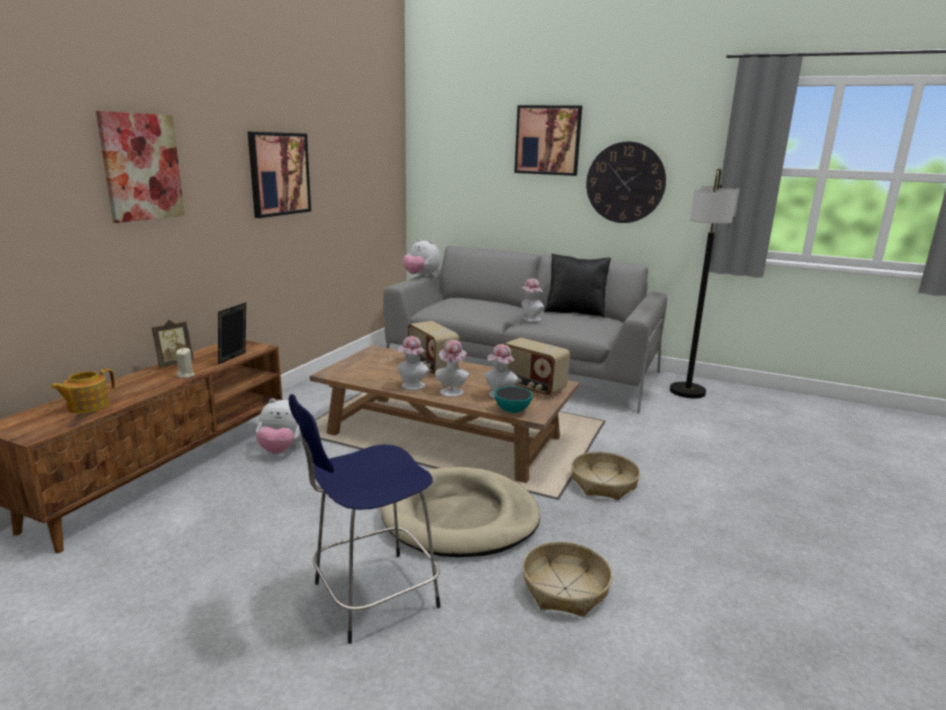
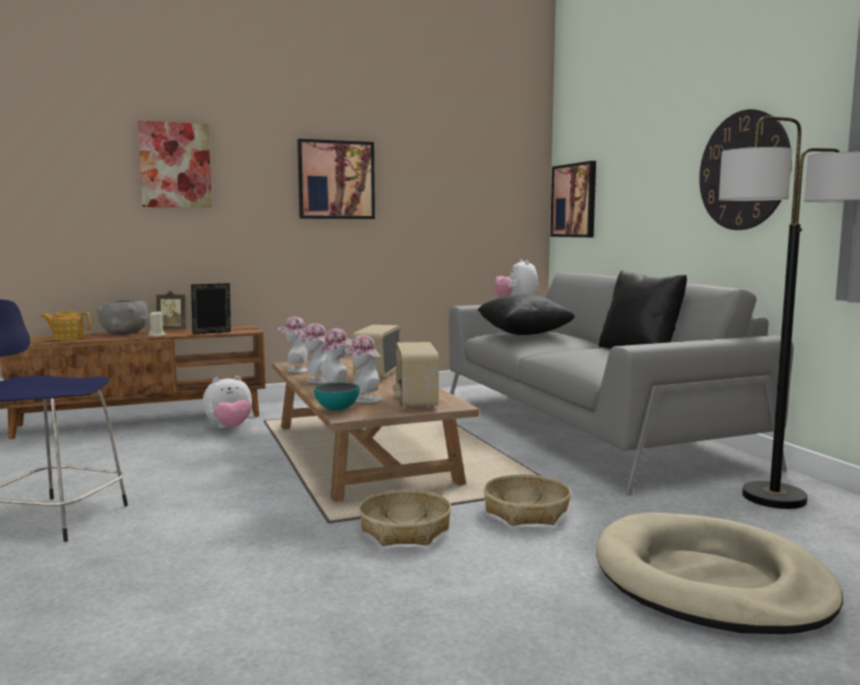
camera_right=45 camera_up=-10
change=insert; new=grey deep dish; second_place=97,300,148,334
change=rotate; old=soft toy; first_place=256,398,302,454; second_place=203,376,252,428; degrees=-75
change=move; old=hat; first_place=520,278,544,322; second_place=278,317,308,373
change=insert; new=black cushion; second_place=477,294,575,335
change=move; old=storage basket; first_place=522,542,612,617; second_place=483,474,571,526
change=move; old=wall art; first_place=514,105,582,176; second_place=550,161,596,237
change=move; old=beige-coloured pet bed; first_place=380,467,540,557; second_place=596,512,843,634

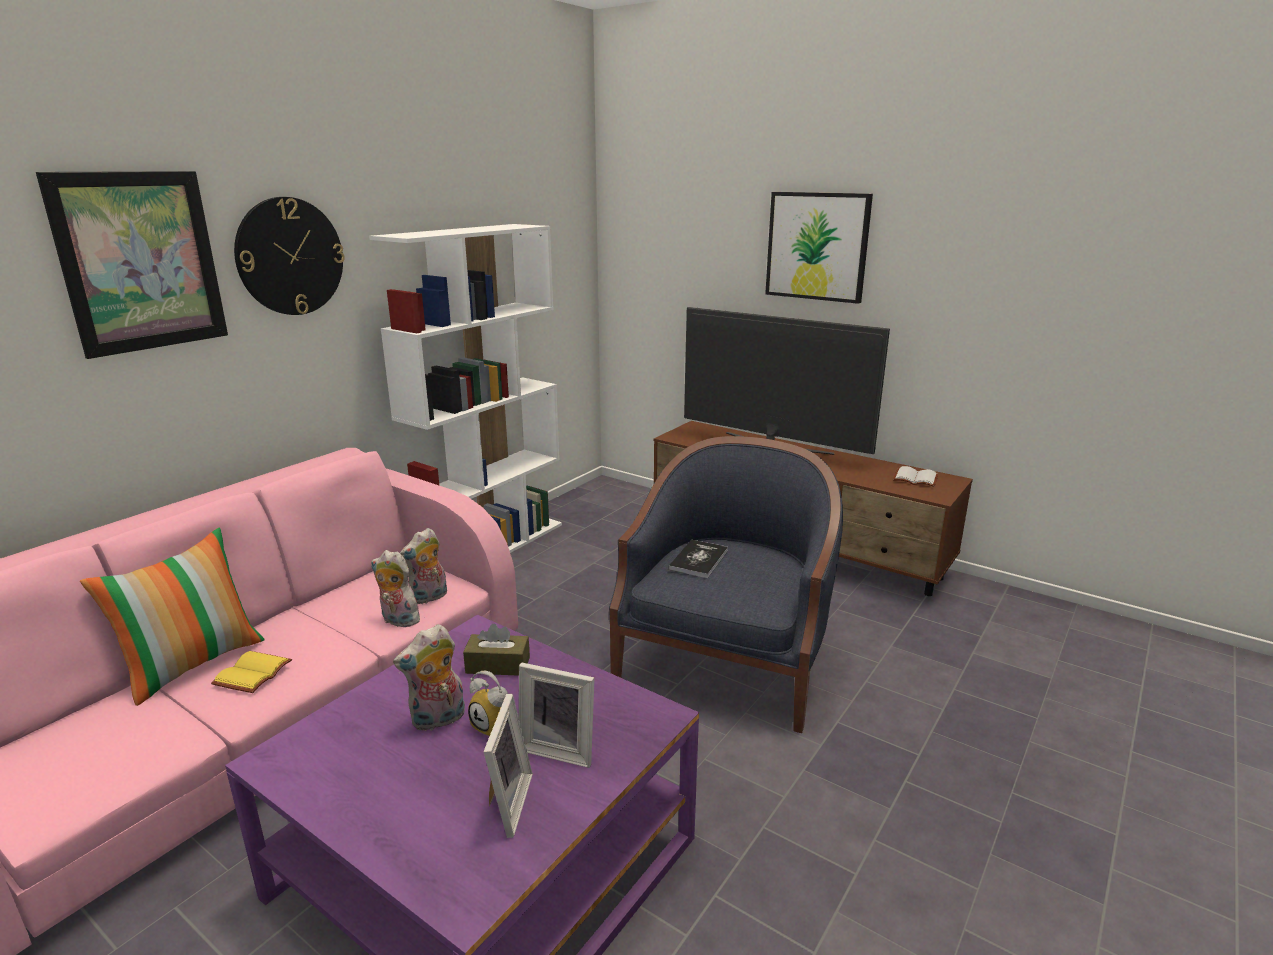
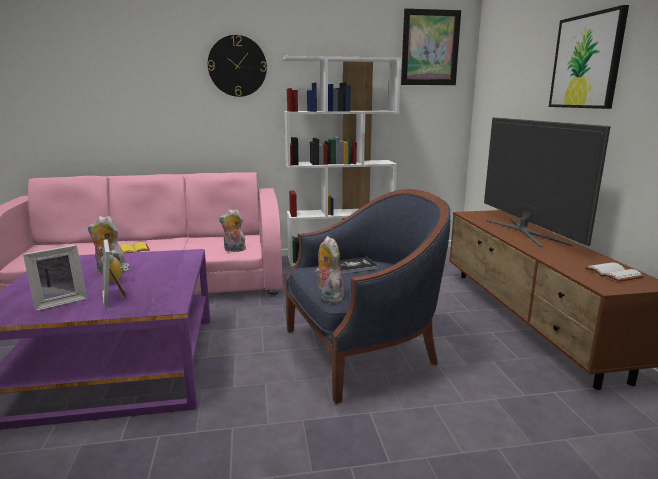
camera_right=45 camera_up=-5
change=move; old=soft toy; first_place=371,550,420,627; second_place=315,236,344,303
change=move; old=wall art; first_place=36,171,228,359; second_place=401,8,461,85
change=delete; old=cushion; first_place=80,528,264,706
change=delete; old=brown tissue box; first_place=463,623,530,676

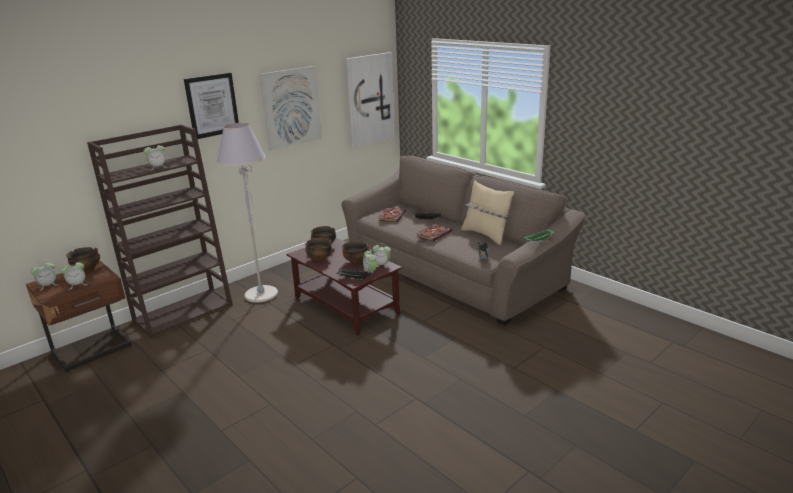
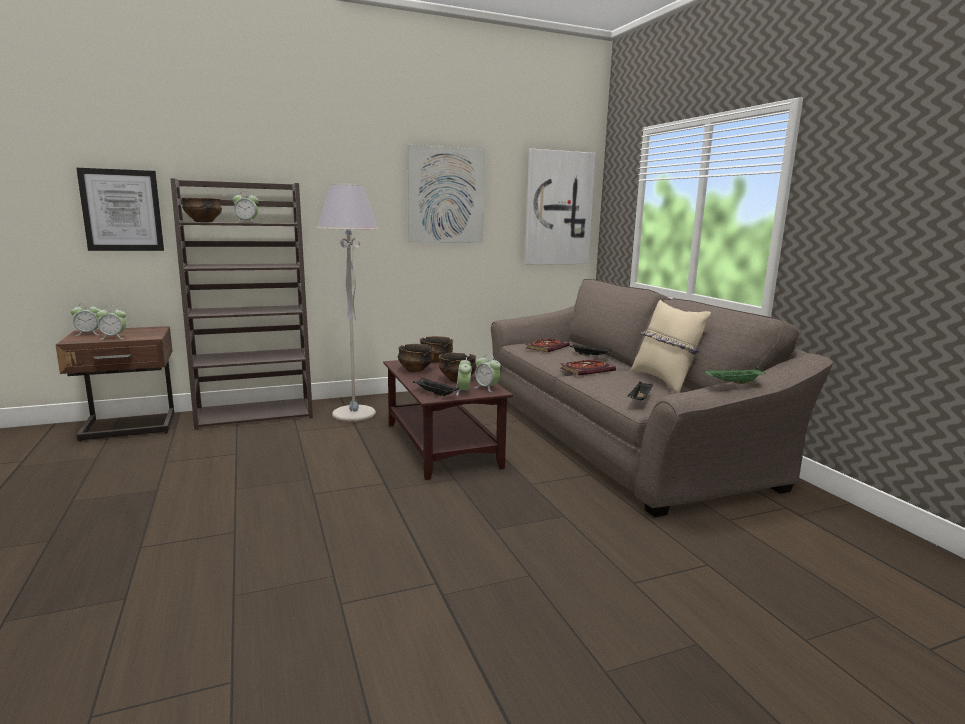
camera_right=20 camera_up=-10
change=move; old=wall art; first_place=184,73,239,139; second_place=76,168,164,251
change=move; old=deep dish; first_place=66,247,100,272; second_place=182,198,222,222

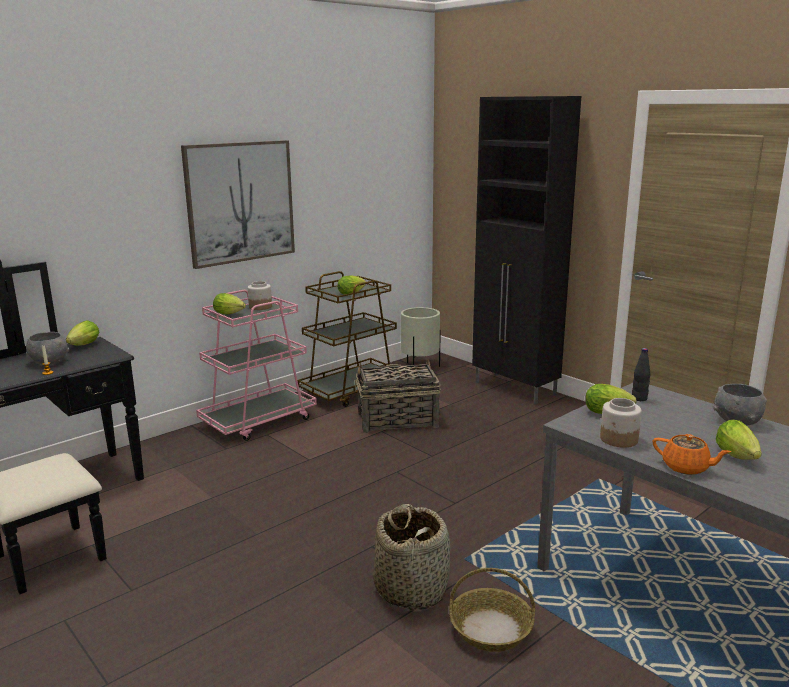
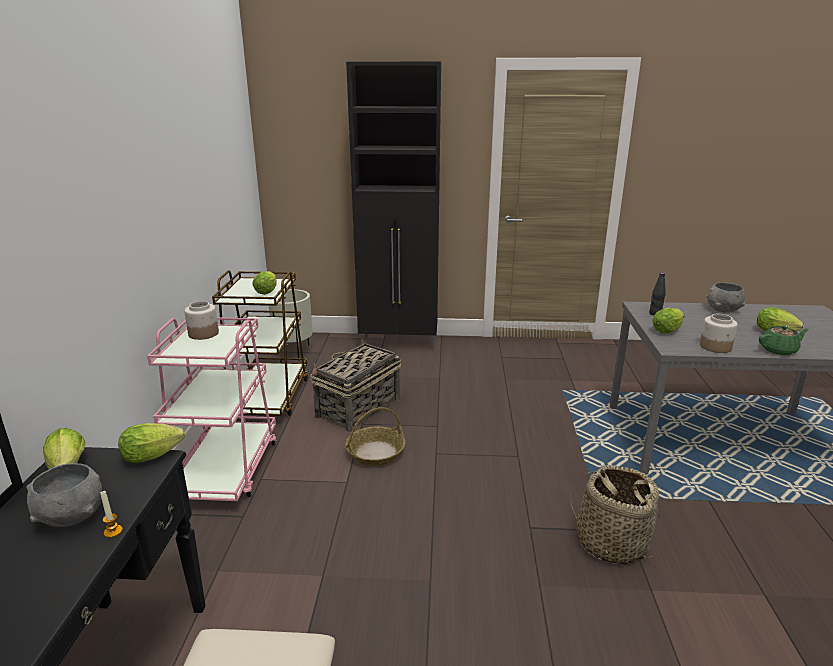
camera_right=-45 camera_up=5
change=move; old=head of lettuce; first_place=213,293,246,315; second_place=118,423,185,463
change=move; old=storage basket; first_place=449,568,535,652; second_place=345,407,405,466
change=recolor; old=orange-coloured teapot; new=greenish teapot; first_place=653,434,731,475; second_place=759,325,809,355
change=delete; old=wall art; first_place=181,140,295,269

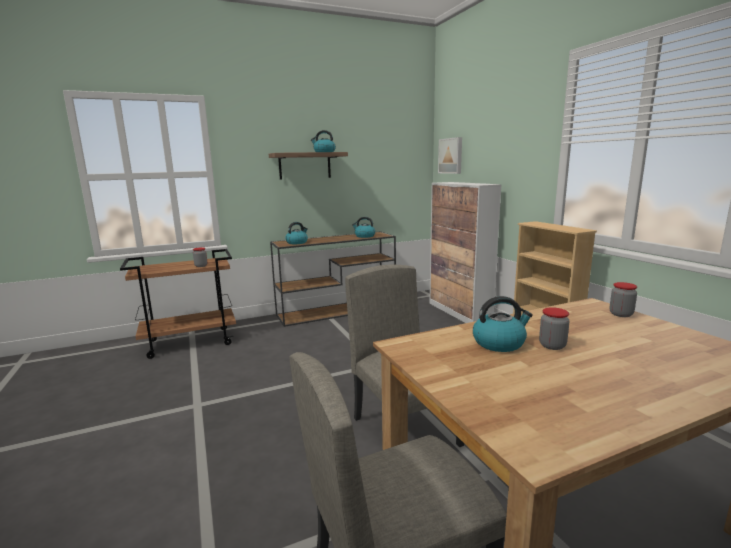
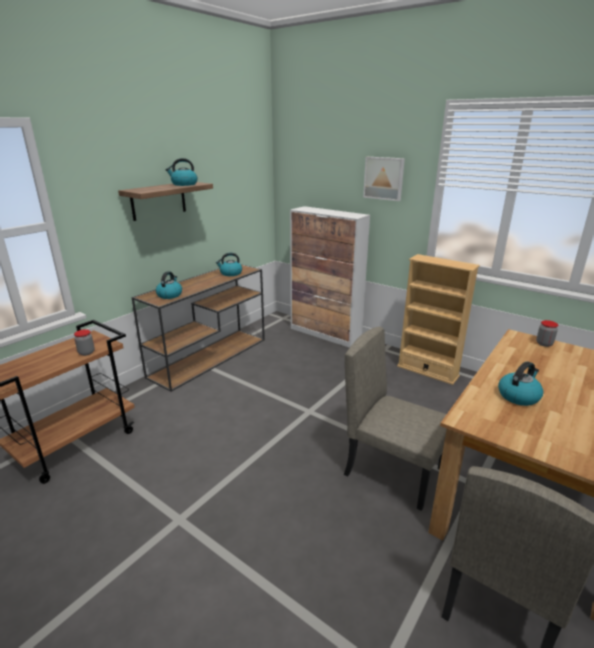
camera_right=-30 camera_up=10
change=move; old=wall art; first_place=438,137,462,174; second_place=363,157,405,201
change=delete; old=preserve jar; first_place=539,307,570,350

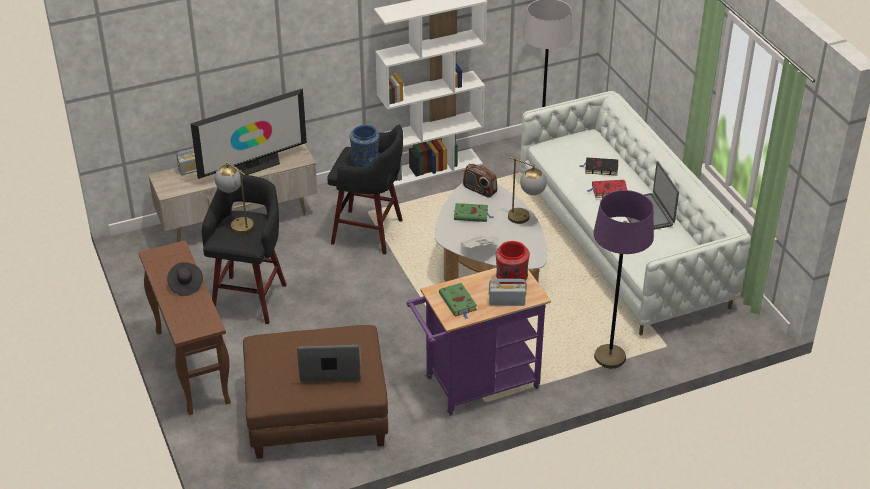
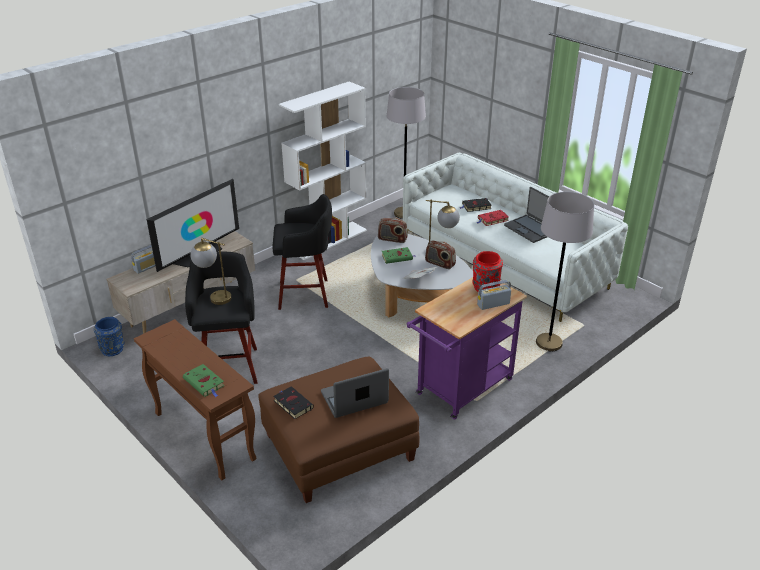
camera_right=-20 camera_up=-5
change=move; old=blue-coloured flower vase; first_place=350,125,379,167; second_place=94,317,124,356
change=move; old=greenish bound book; first_place=439,283,477,319; second_place=183,364,224,397
change=insert; new=black bound book; second_place=273,386,314,419
change=insert; new=radio set; second_place=425,241,456,269
change=recolor; old=purple standing lamp; new=grey standing lamp; first_place=593,190,654,368; second_place=536,192,594,351
change=delete; old=black hat; first_place=167,262,203,296

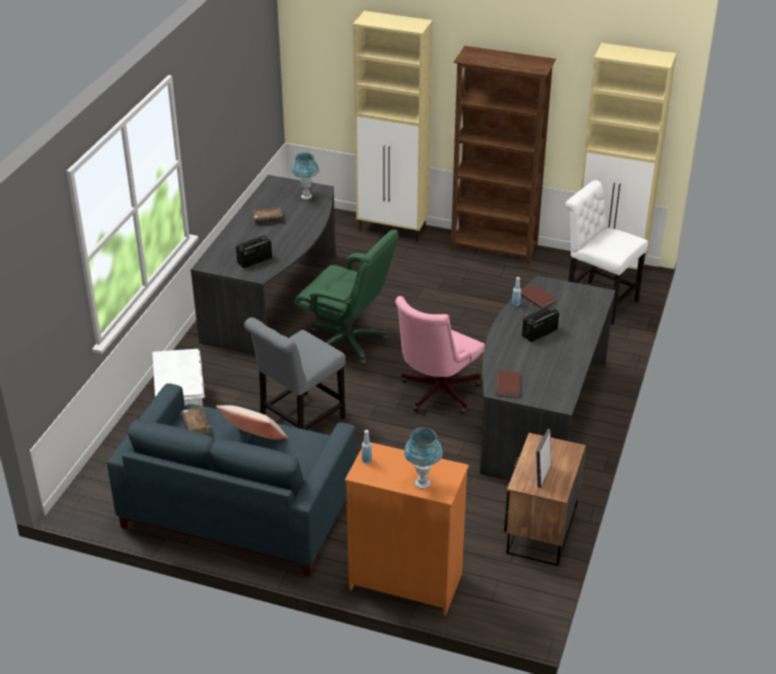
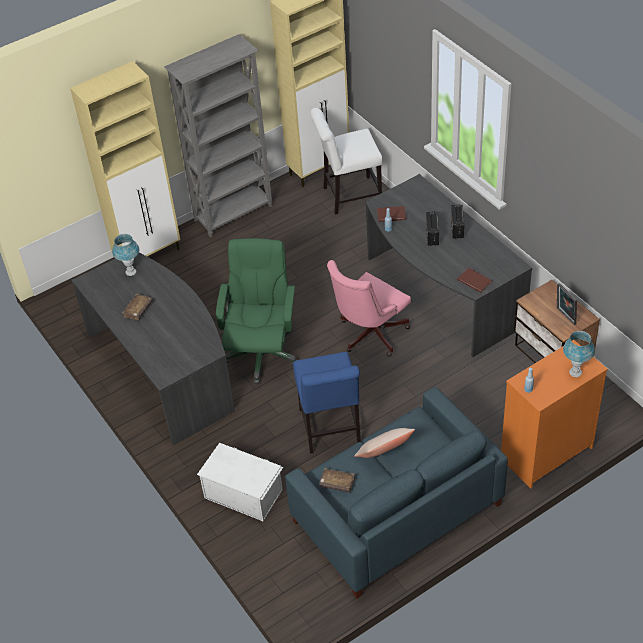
camera_right=-50 camera_up=10
change=recolor; old=brown bookshelf; new=grey bookshelf; first_place=451,46,556,265; second_place=164,34,273,237
change=rotate; old=greenish desk chair; first_place=294,229,399,365; second_place=216,238,297,384; degrees=-60
change=recolor; old=grey chair; new=blue-coloured chair; first_place=244,317,346,430; second_place=293,352,361,454
change=rotate; old=pinkish desk chair; first_place=395,296,485,414; second_place=327,260,411,356; degrees=60
change=move; old=radio set; first_place=236,235,272,268; second_place=451,204,464,239

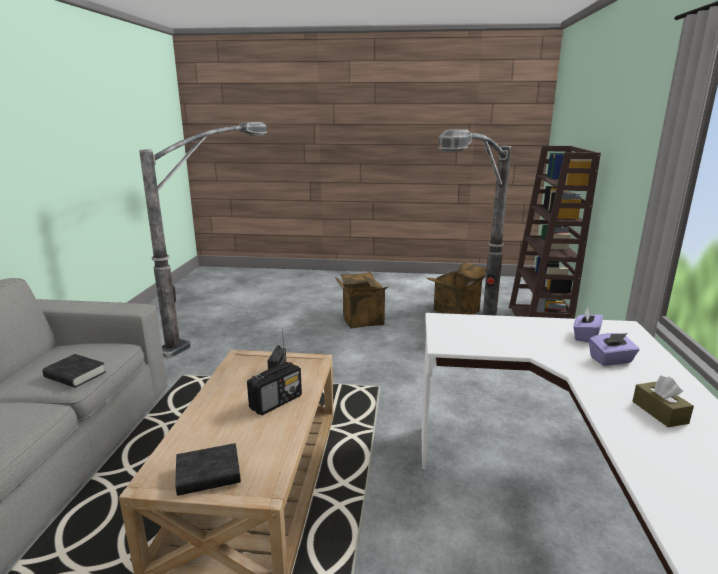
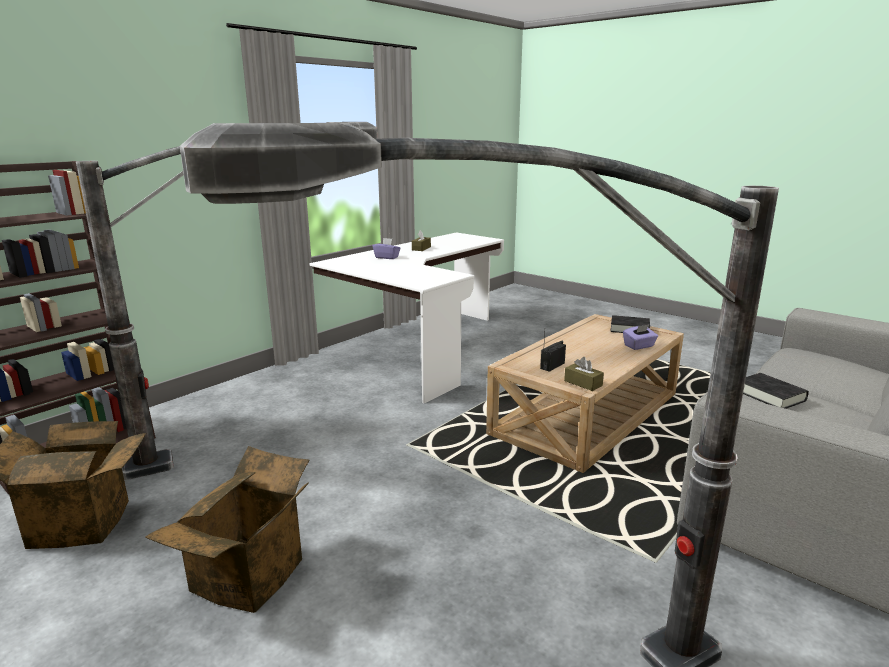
camera_right=-145 camera_up=0
change=insert; new=brown tissue box; second_place=564,357,604,391
change=move; old=purple tissue box; first_place=574,308,603,343; second_place=623,325,658,350
change=delete; old=radio set; first_place=247,362,302,415

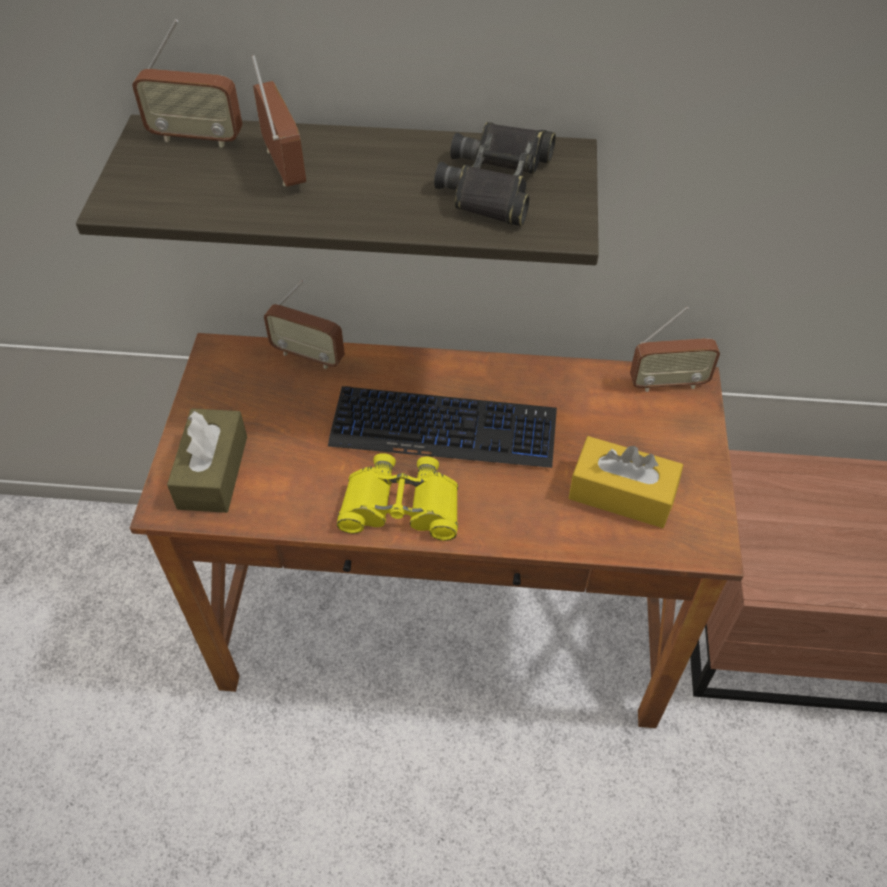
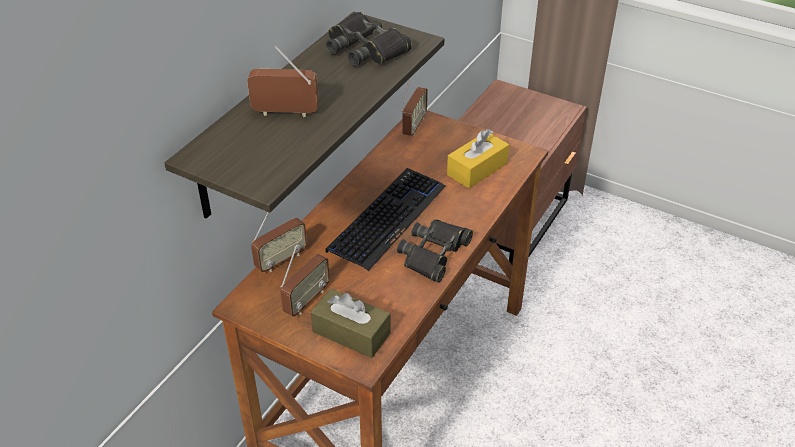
camera_right=-65 camera_up=-10
change=move; old=radio set; first_place=132,19,242,148; second_place=280,244,330,316
change=recolor; old=yellow pair of binoculars; new=black pair of binoculars; first_place=337,453,458,541; second_place=397,219,473,283

